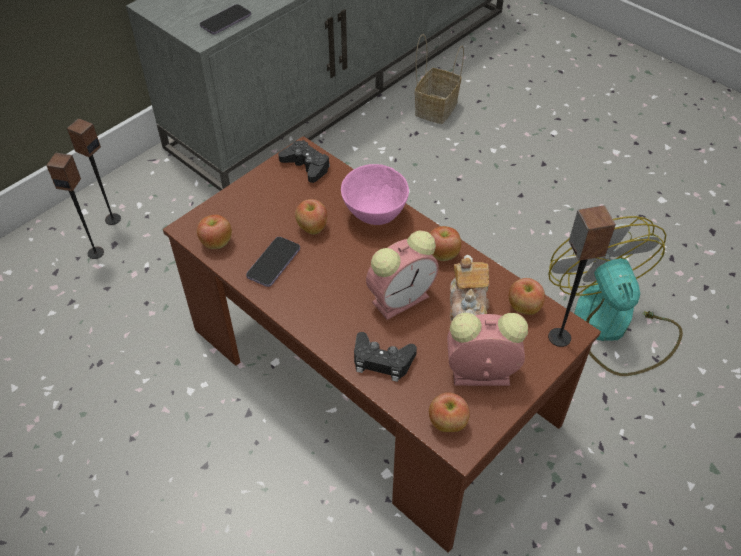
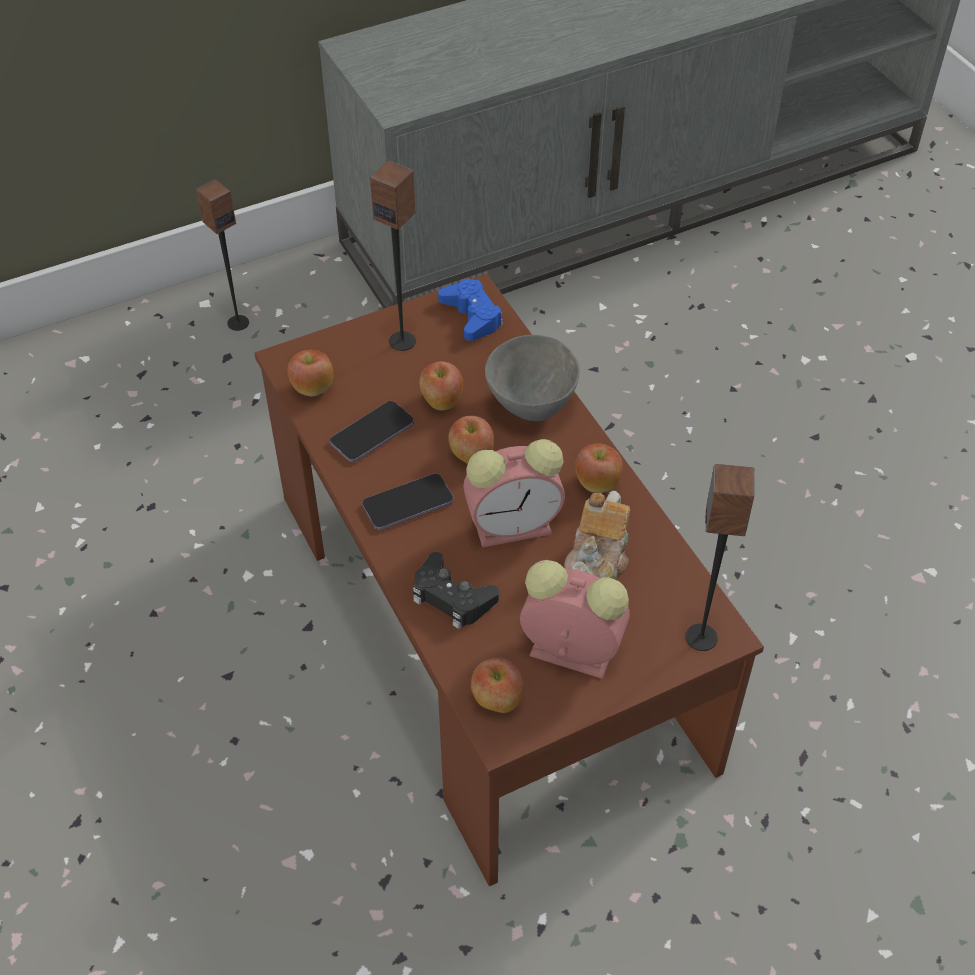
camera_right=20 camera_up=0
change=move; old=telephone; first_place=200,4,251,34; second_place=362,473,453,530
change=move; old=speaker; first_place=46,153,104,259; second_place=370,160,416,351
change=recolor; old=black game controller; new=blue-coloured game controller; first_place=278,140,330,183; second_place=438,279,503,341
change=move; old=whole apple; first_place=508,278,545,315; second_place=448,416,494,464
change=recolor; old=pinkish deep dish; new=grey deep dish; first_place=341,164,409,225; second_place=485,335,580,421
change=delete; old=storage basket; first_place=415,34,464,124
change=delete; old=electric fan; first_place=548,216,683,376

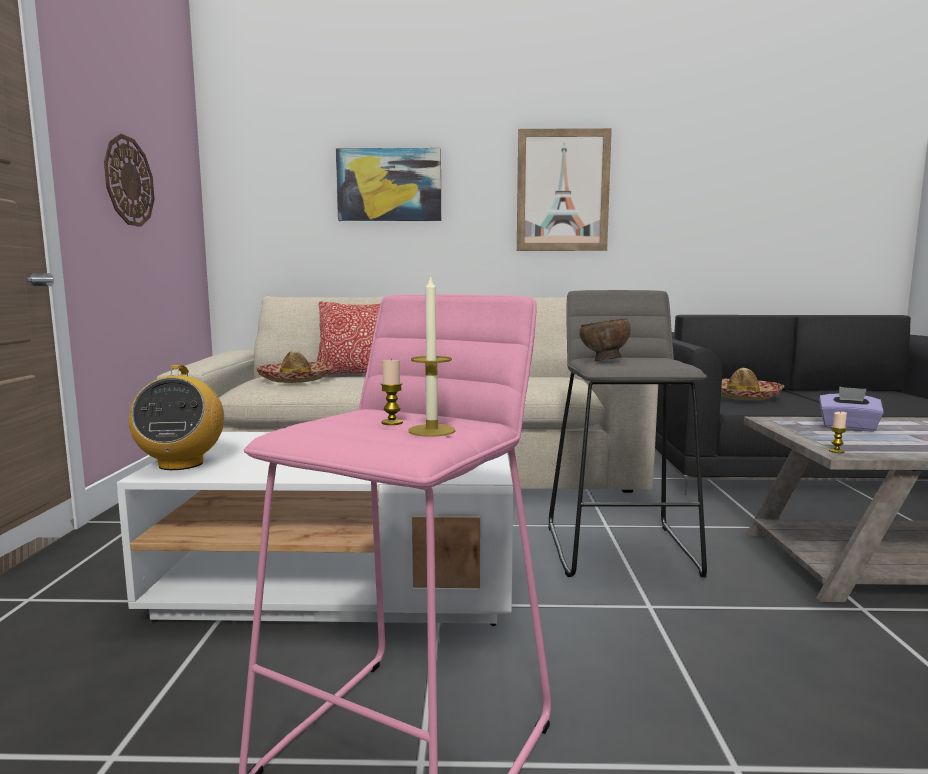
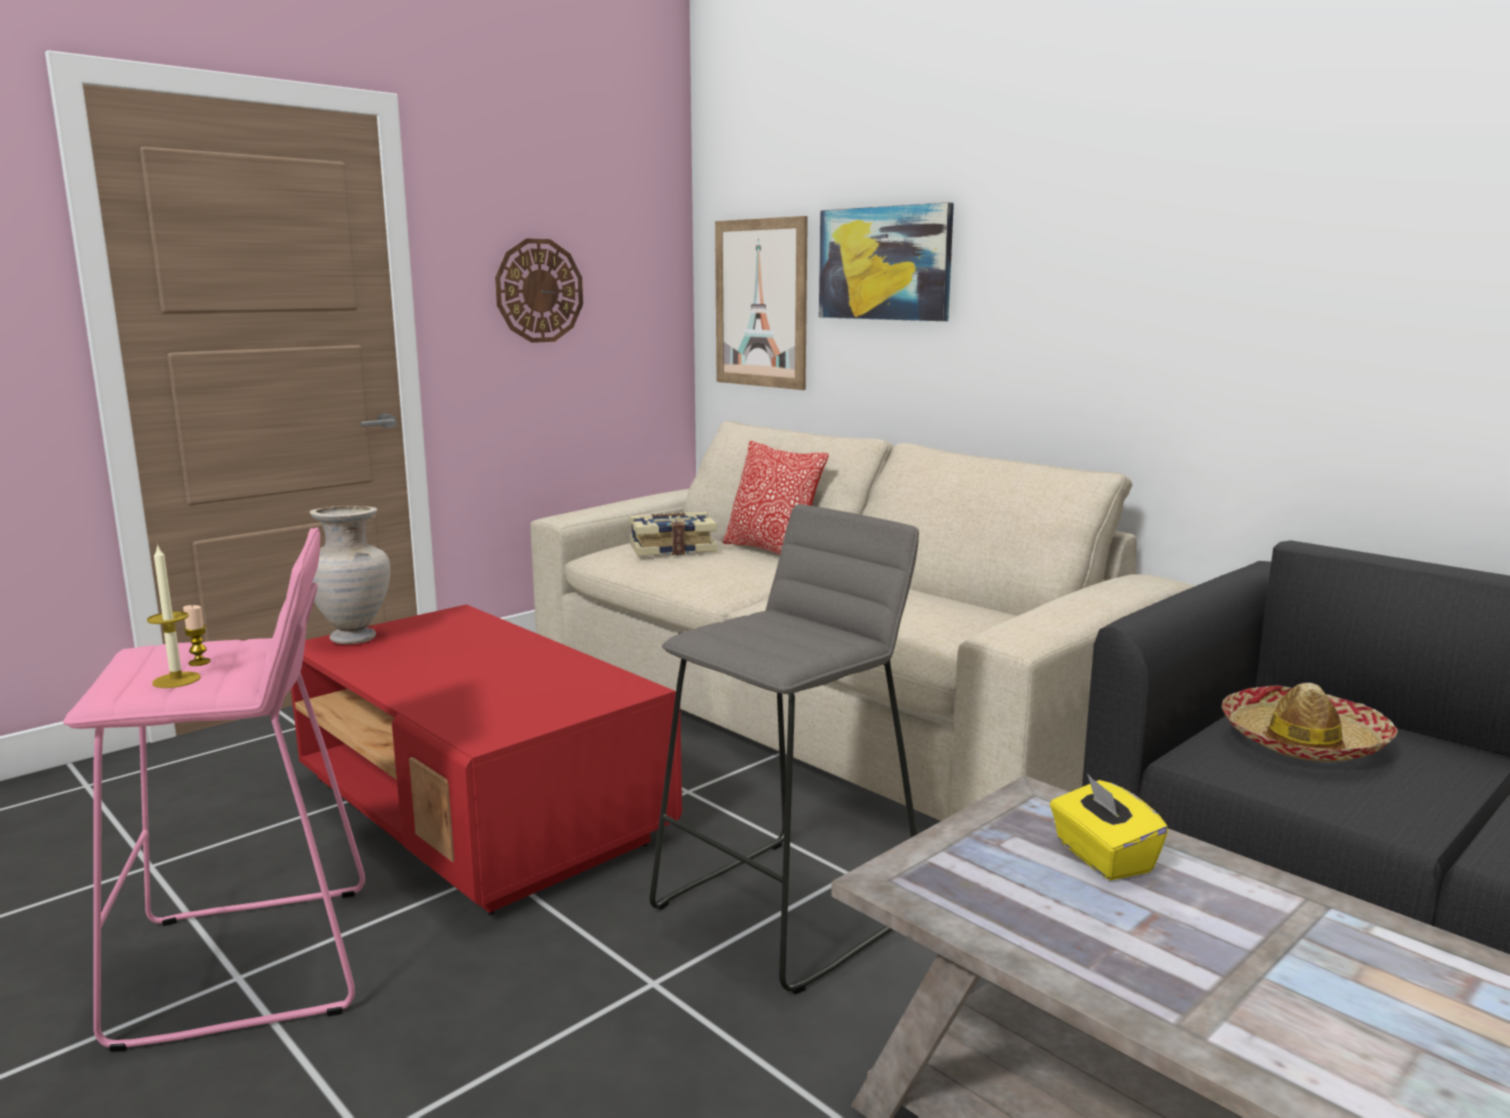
camera_right=45 camera_up=5
change=recolor; old=white-coloured low table; new=red low table; first_place=117,432,513,626; second_place=291,605,682,915
change=replace; old=radio set; new=beige-coloured flower vase; first_place=129,365,224,470; second_place=309,506,390,644
change=replace; old=hat; new=bound book; first_place=255,350,333,383; second_place=629,512,717,556
change=move; old=wall art; first_place=517,128,612,251; second_place=715,216,808,390
change=recolor; old=purple tissue box; new=yellow tissue box; first_place=819,386,884,431; second_place=1050,774,1168,881
change=delete; old=brown deep dish; first_place=579,318,631,361
change=delete; old=candle; first_place=829,412,847,453

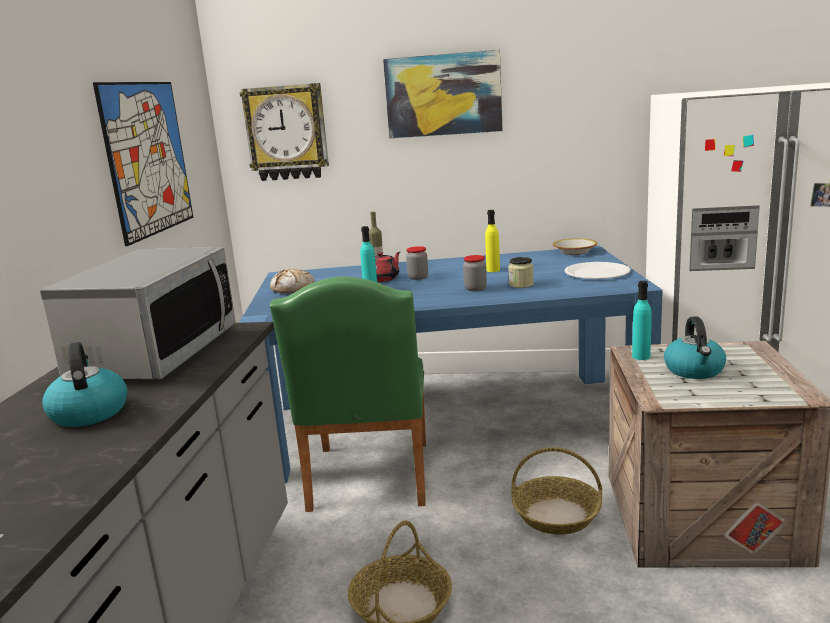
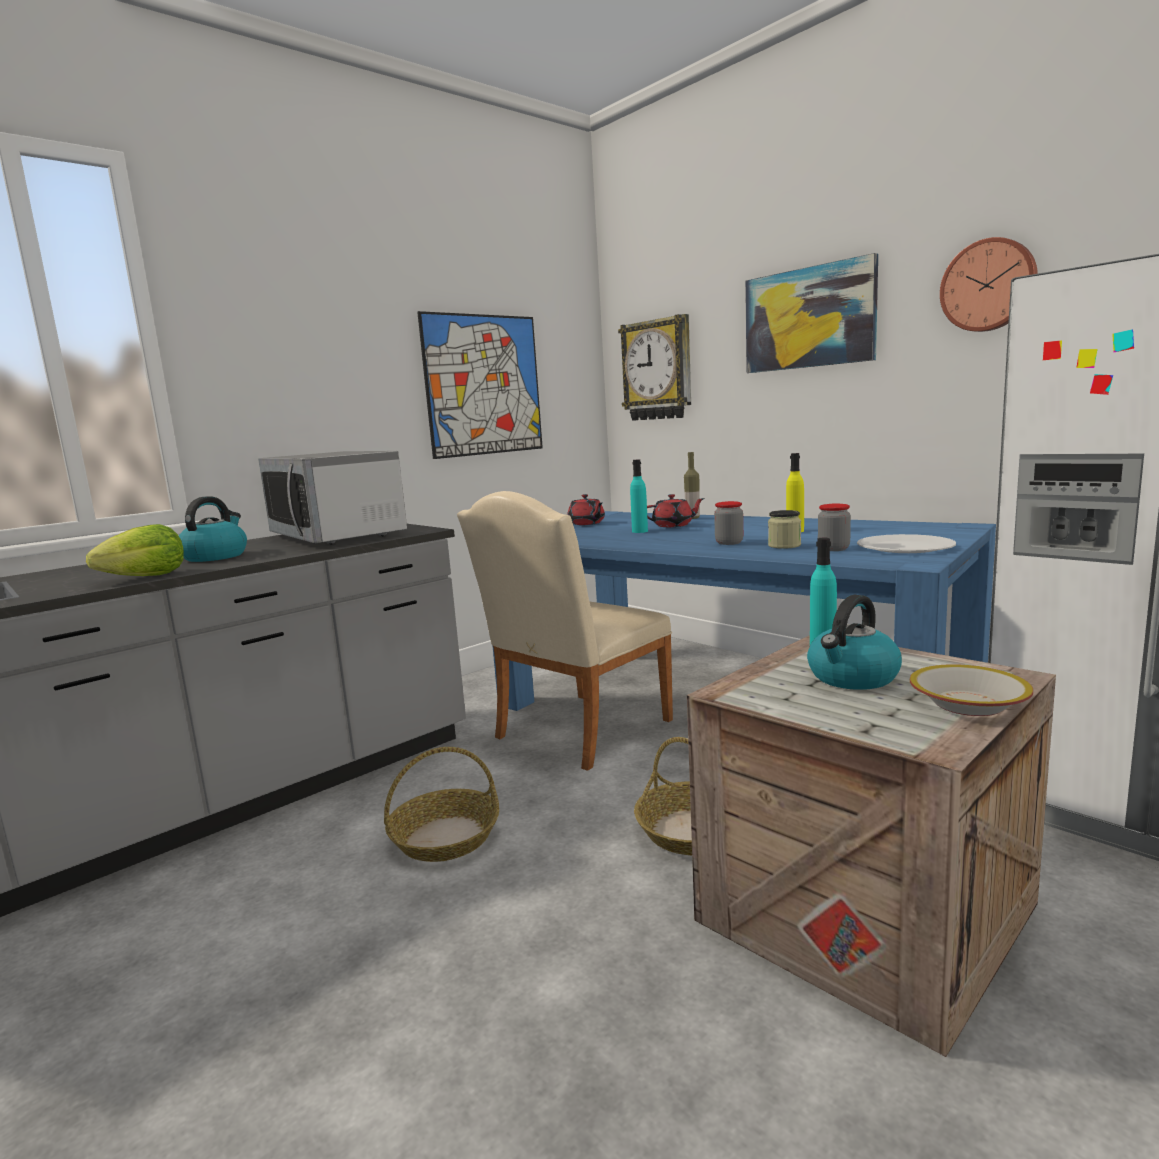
camera_right=40 camera_up=-5
change=insert; new=head of lettuce; second_place=86,524,184,576
change=rotate; old=microwave; first_place=40,247,236,380; second_place=258,451,407,545; degrees=90
change=recolor; old=greenish chair; new=beige-coloured chair; first_place=270,277,426,512; second_place=457,491,673,771
change=replace; old=baked bread; new=red teapot; first_place=270,268,315,294; second_place=567,494,605,525
change=move; old=preserve jar; first_place=406,246,428,280; second_place=818,504,851,551
change=move; old=deep dish; first_place=553,238,597,255; second_place=910,664,1033,716
change=insert; new=clock on the wall; second_place=940,237,1038,332

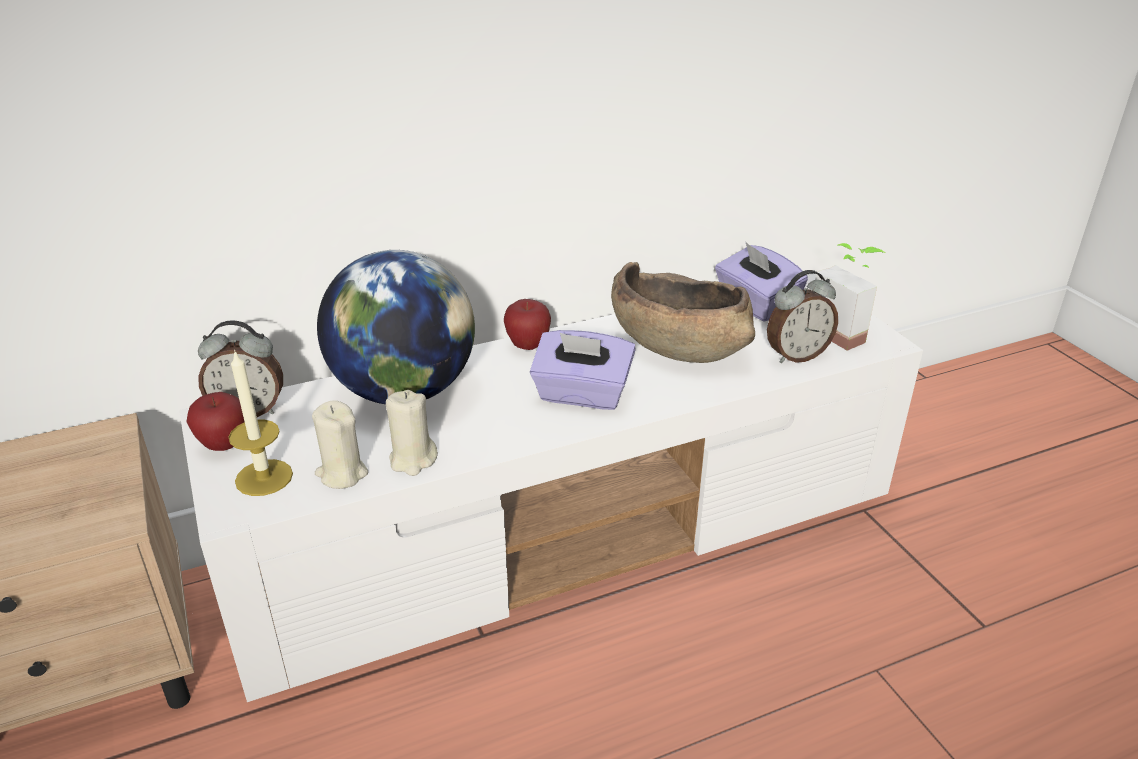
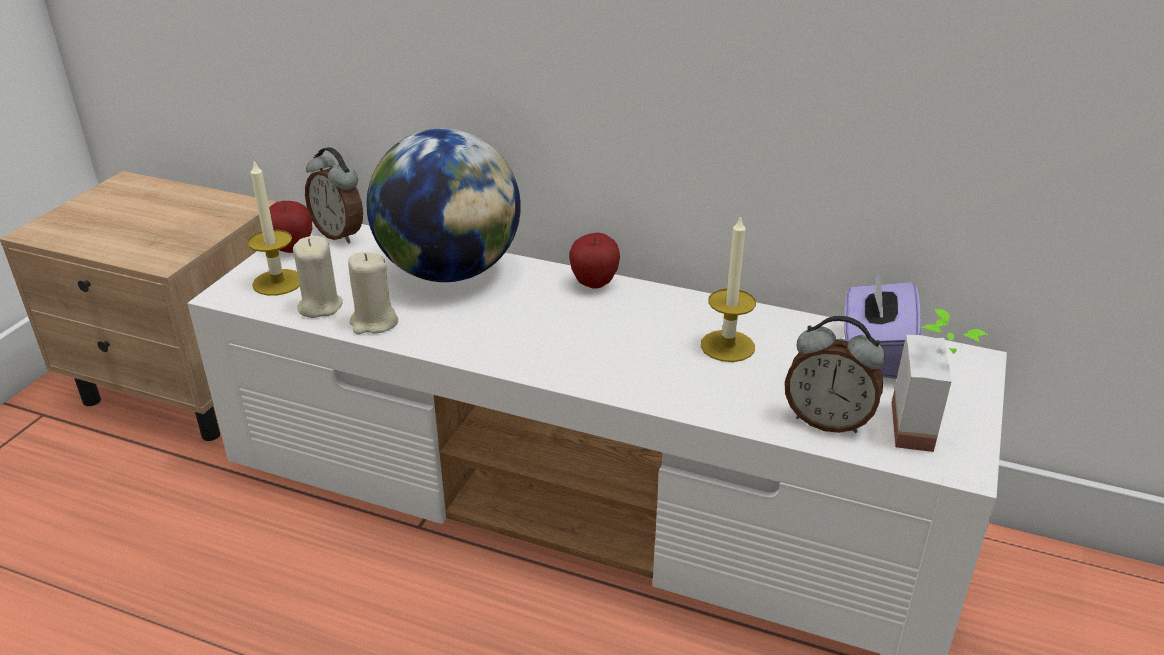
camera_right=45 camera_up=0
change=replace; old=brown deep dish; new=candle; first_place=611,262,755,363; second_place=701,215,756,362
change=delete; old=purple tissue box; first_place=530,330,636,410

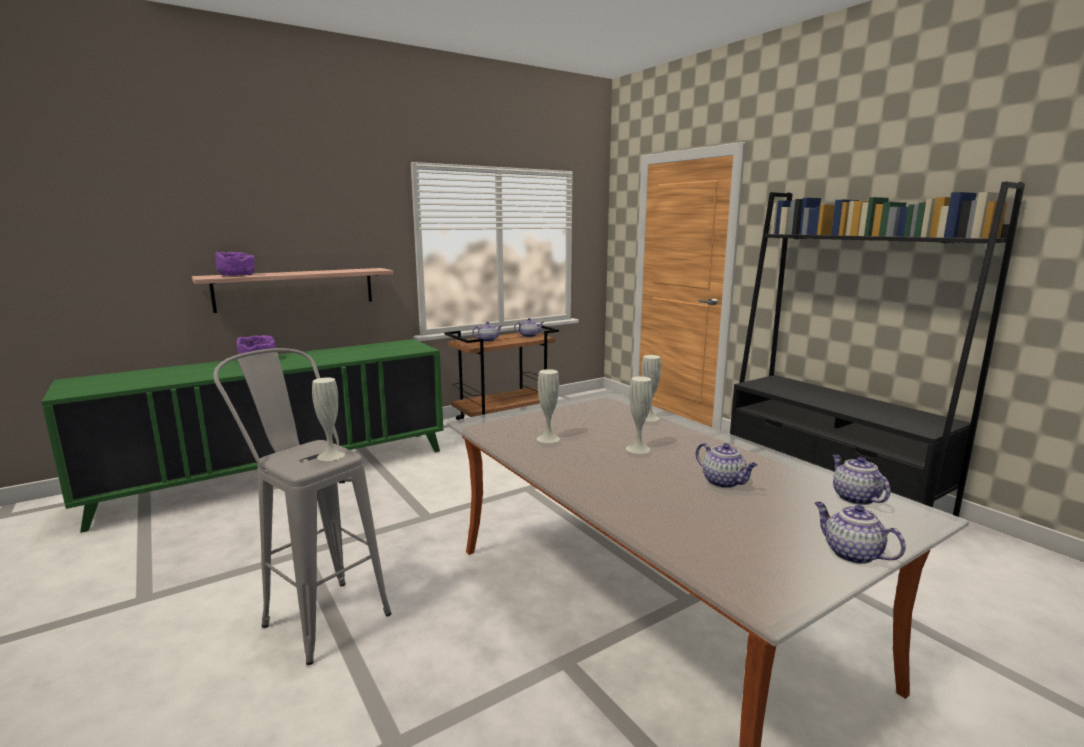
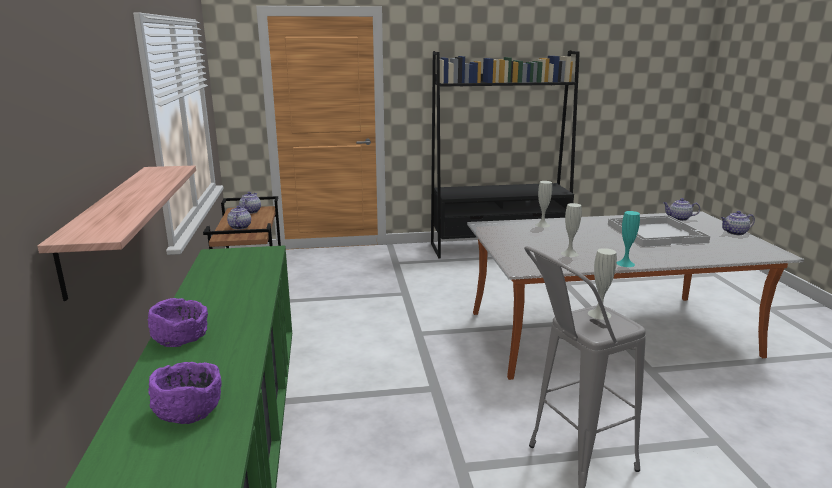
camera_right=-65 camera_up=5
change=move; old=purple deep dish; first_place=215,252,255,276; second_place=148,362,221,424
change=replace; old=teapot; new=white-coloured tray; first_place=696,443,757,488; second_place=608,215,710,247
change=insert; new=turquoise-coloured flower vase; second_place=616,211,640,267
change=delete; old=white-coloured flower vase; first_place=626,376,652,454

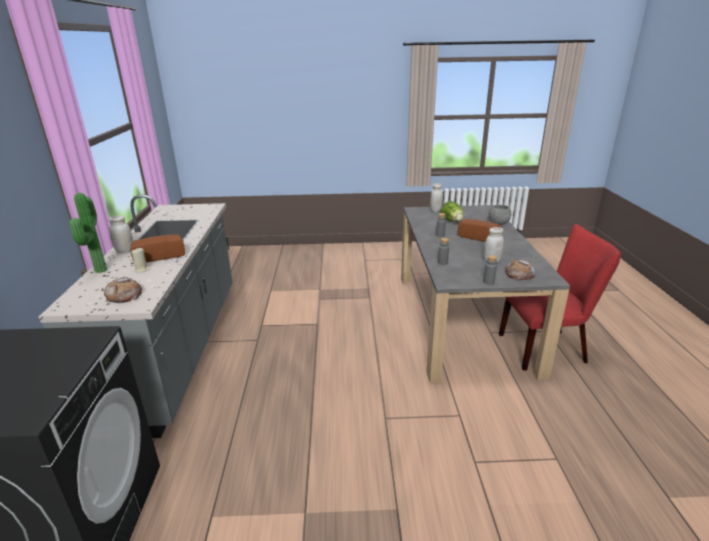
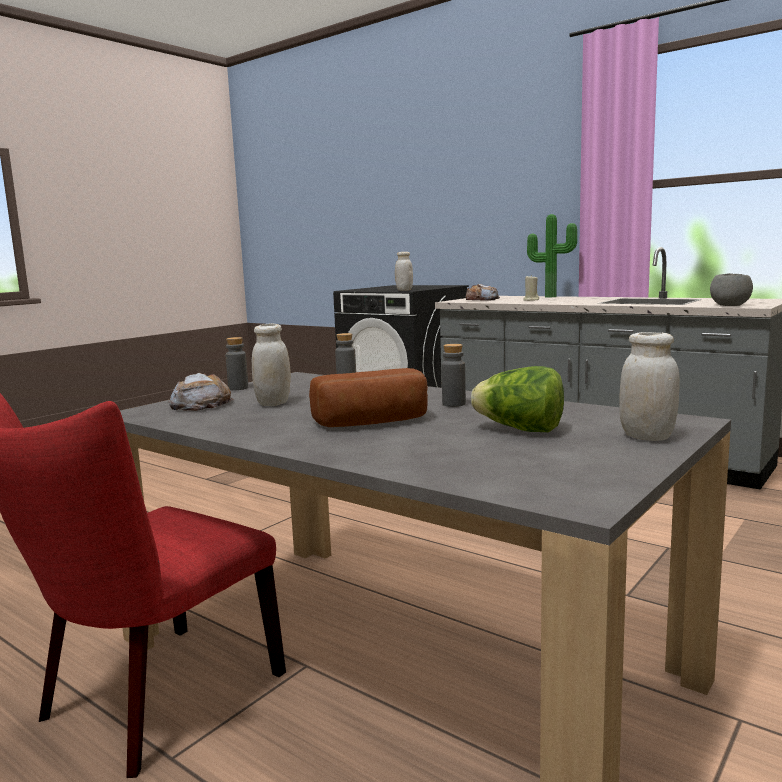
camera_right=130 camera_up=-15
change=move; old=white-coloured preserve jar; first_place=108,215,133,253; second_place=395,252,413,291
change=move; old=grey deep dish; first_place=489,205,511,225; second_place=710,273,753,306
change=delete; old=baked bread; first_place=131,234,185,263

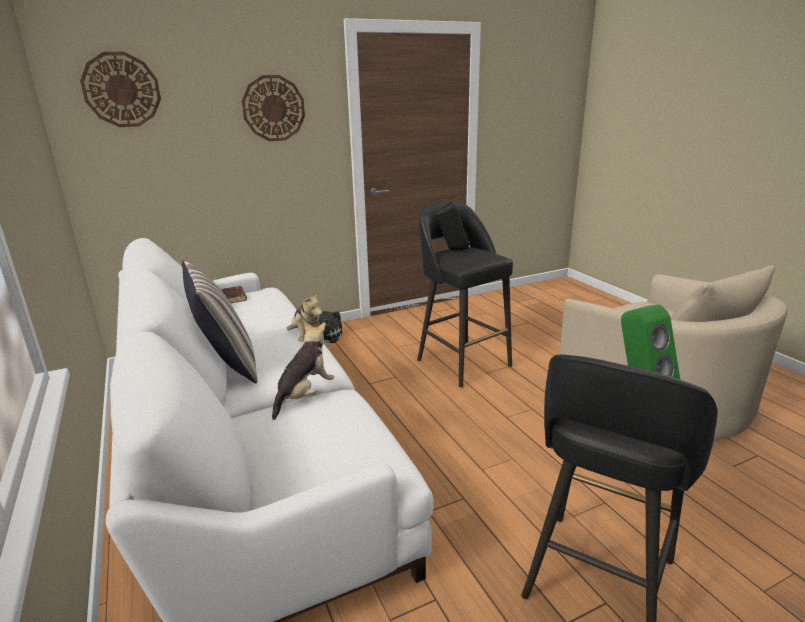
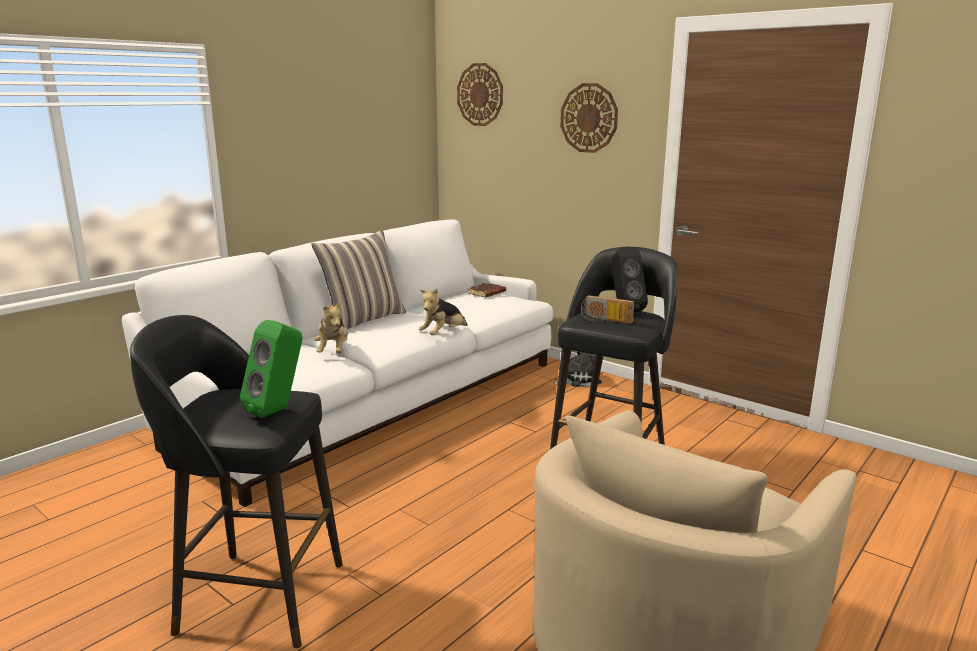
camera_right=65 camera_up=-5
change=rotate; old=soft toy; first_place=272,322,334,420; second_place=314,301,348,353; degrees=75
change=insert; new=radio set; second_place=581,295,634,324

